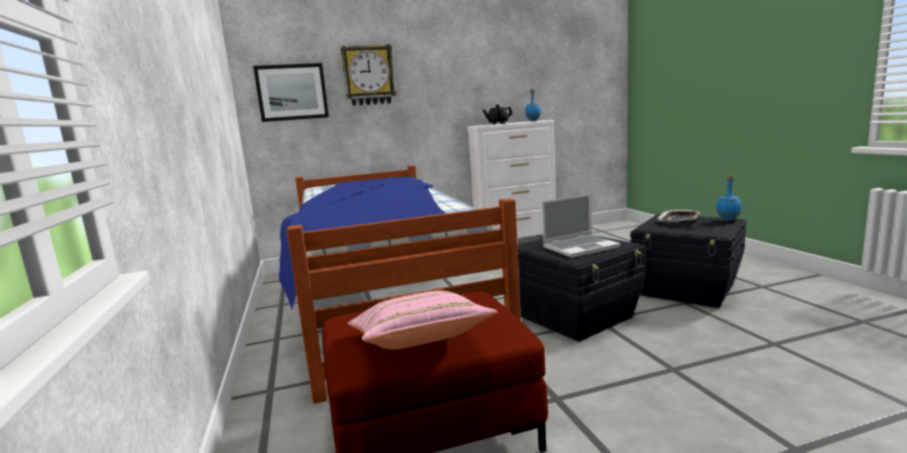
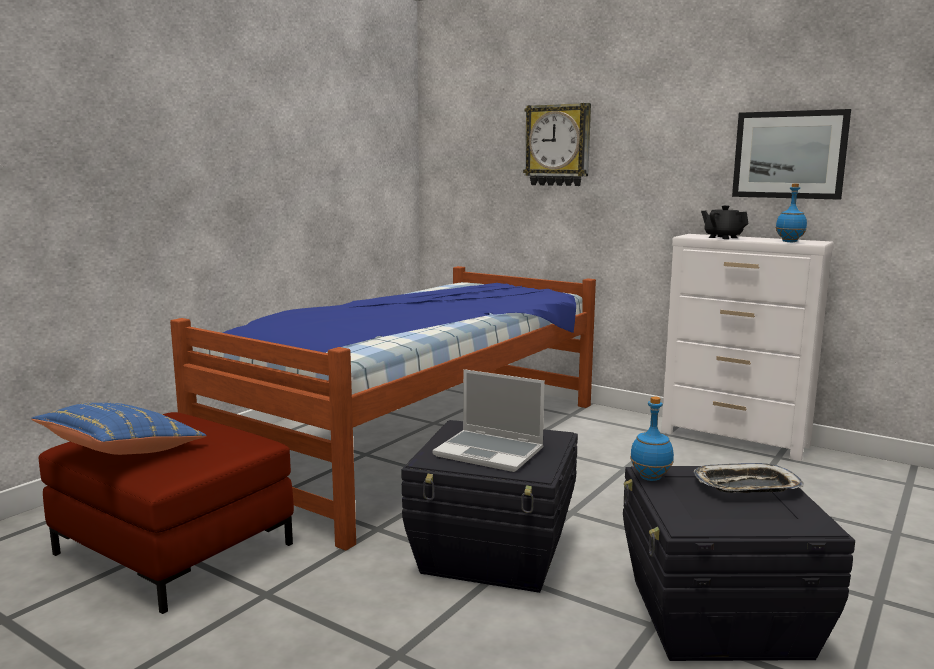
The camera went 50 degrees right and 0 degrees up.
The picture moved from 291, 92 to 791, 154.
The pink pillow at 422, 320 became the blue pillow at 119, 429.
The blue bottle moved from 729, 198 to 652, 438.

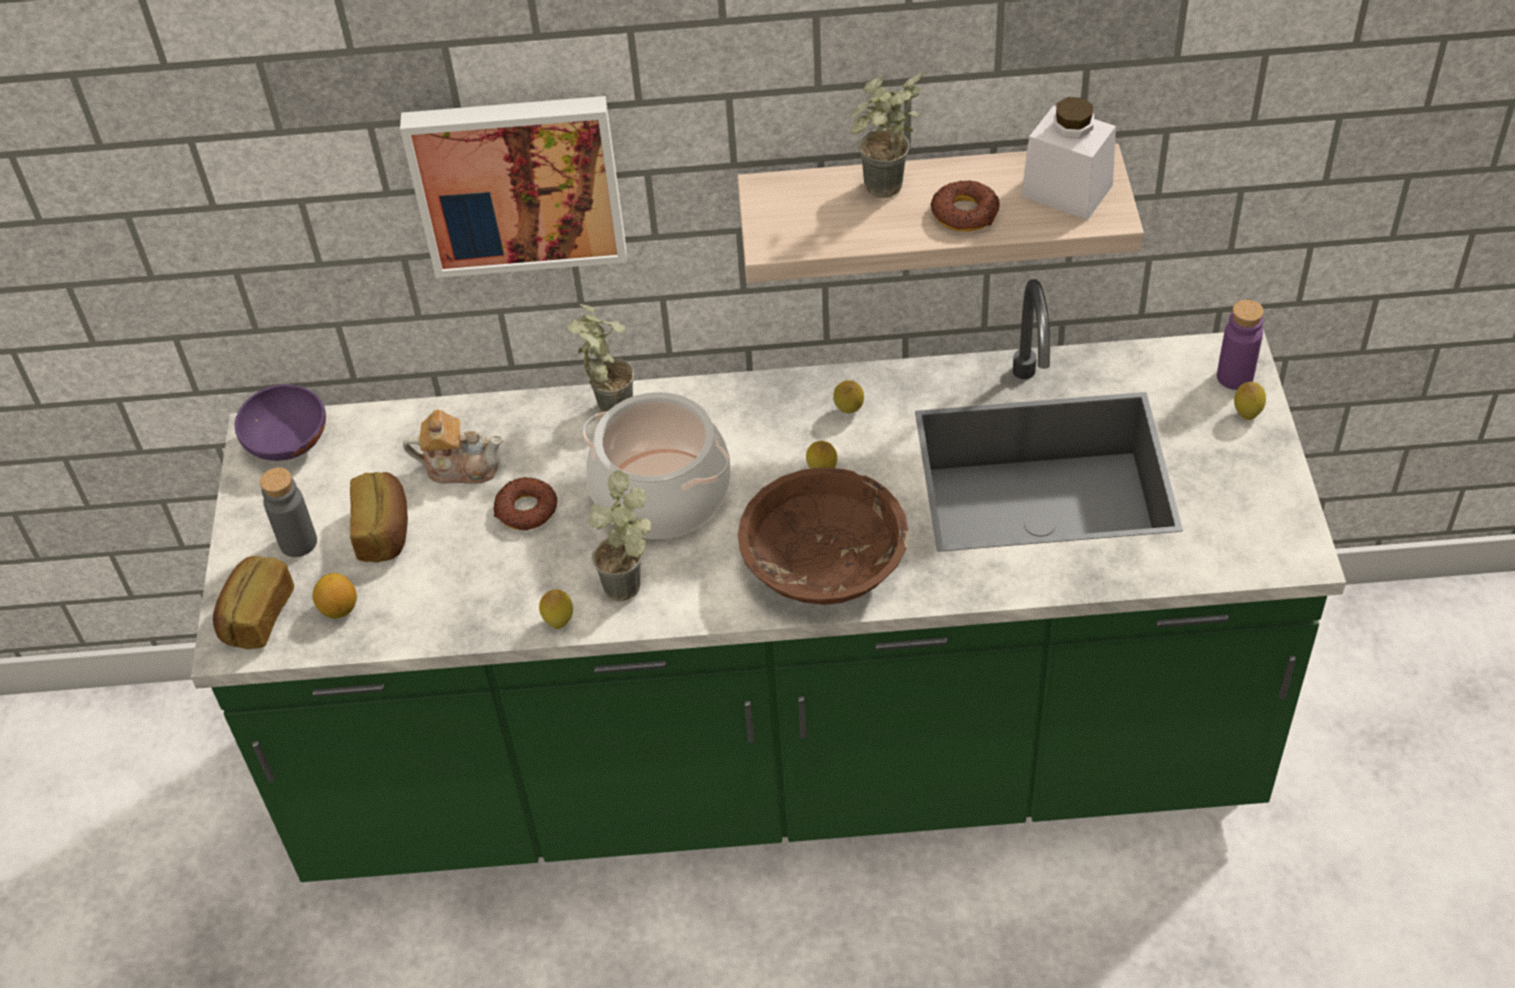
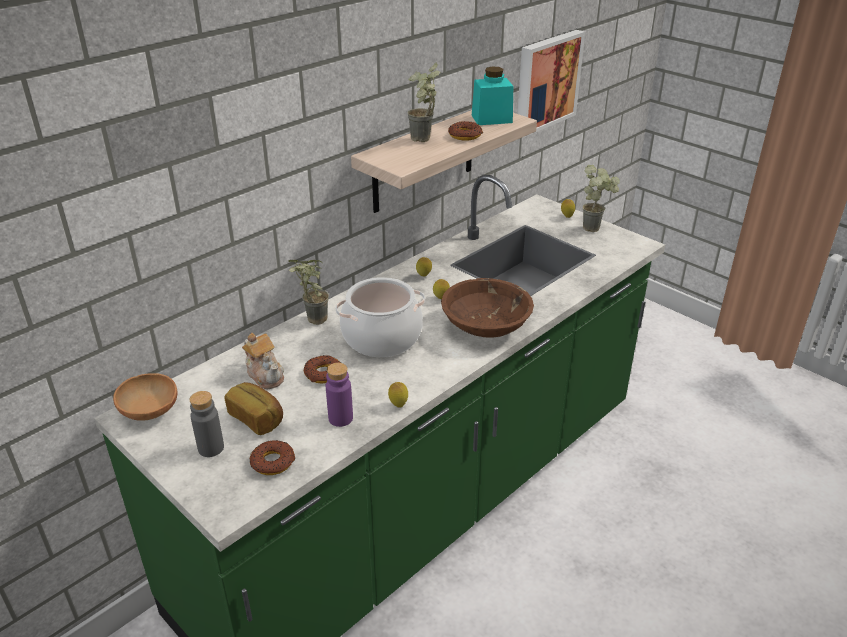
The camera went 45 degrees left and 15 degrees down.
The bread at 253, 602 disappeared.
The purple bowl at 280, 422 became the brown bowl at 145, 396.
The lemon at 335, 596 was replaced by the donut at 273, 457.
The picture moved from 513, 187 to 551, 83.
The teapot at 453, 446 turned 90 degrees clockwise.
The potted plant moved from 619, 536 to 601, 198.
The white jar at 1068, 158 became the turquoise jar at 492, 95.
The purple bottle moved from 1240, 345 to 339, 395.

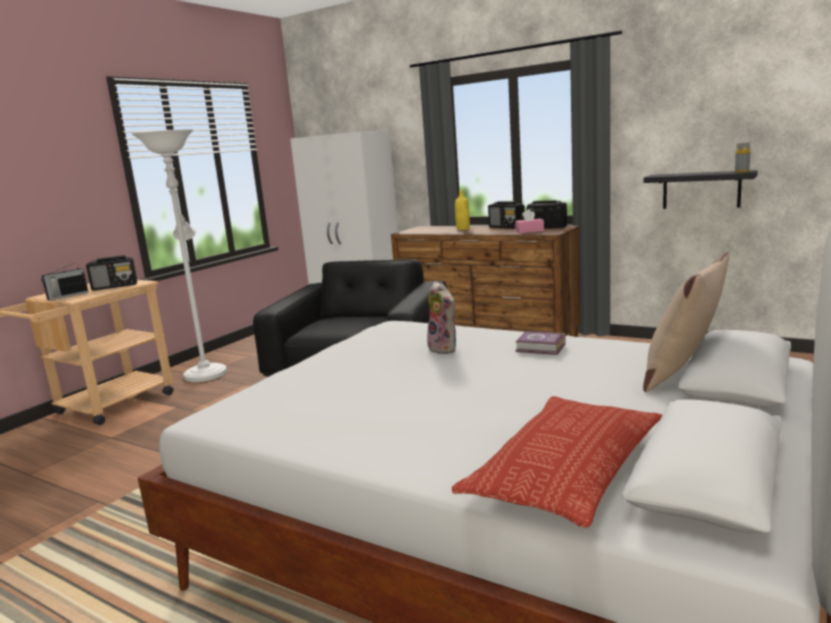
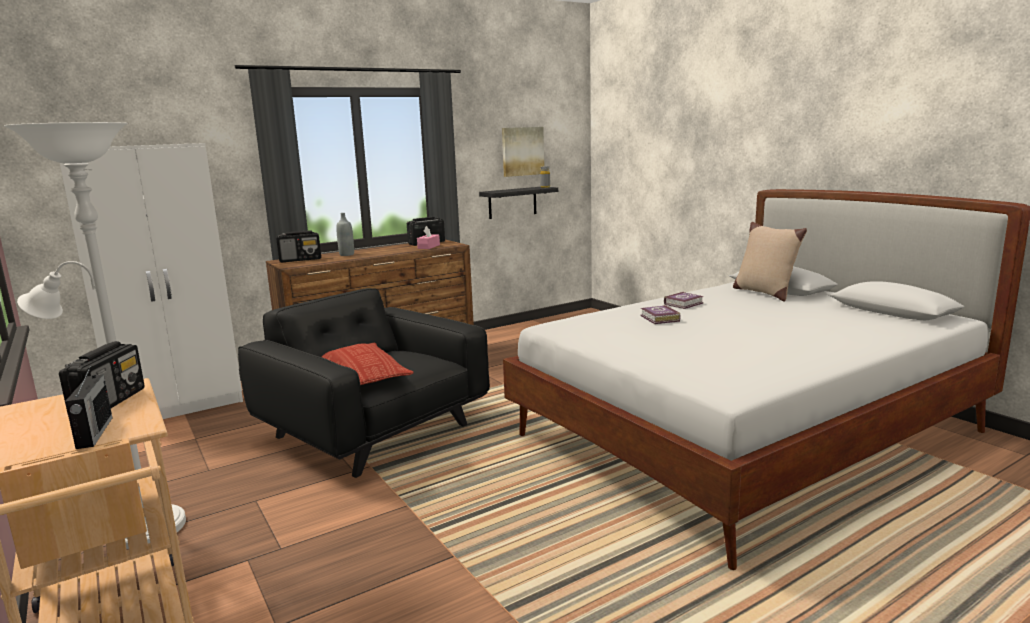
The camera went 65 degrees left and 0 degrees up.
The plush toy at 441, 317 was replaced by the book at 660, 314.
The pillow moved from 557, 462 to 368, 364.
The yellow bottle at 462, 210 became the grey bottle at 345, 234.
The radio moved from 506, 215 to 298, 246.
The picture at 523, 152 appeared.

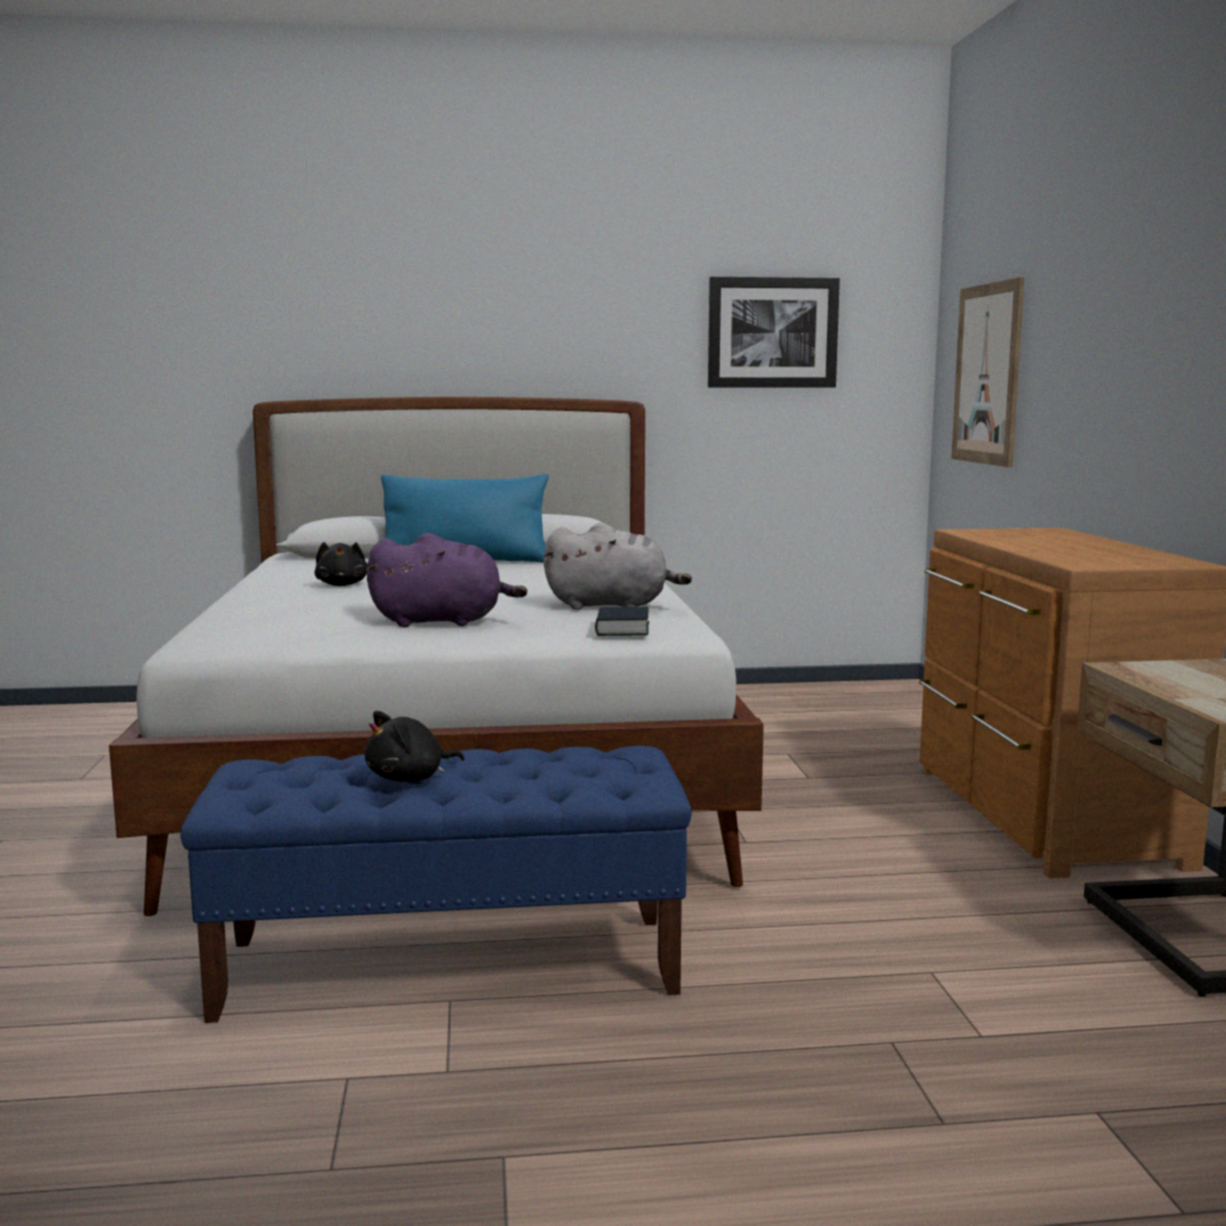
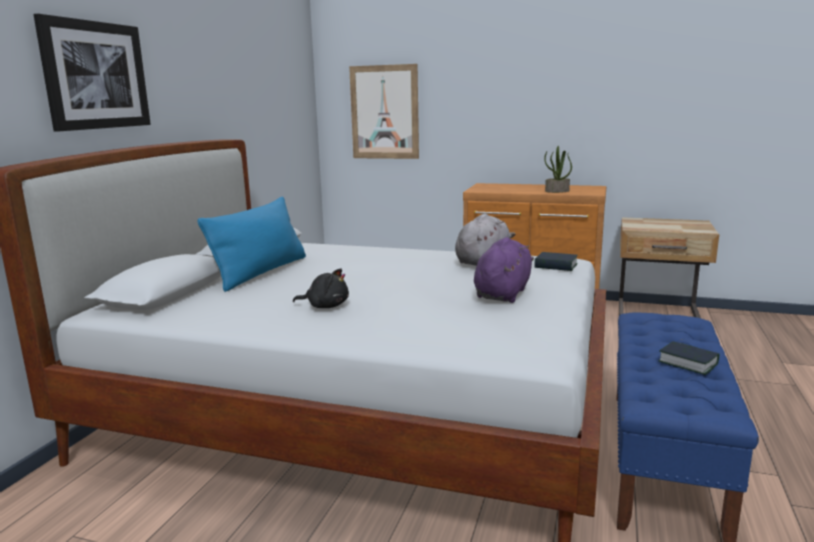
The camera went 65 degrees left and 5 degrees up.
The black plush toy at 414, 746 was replaced by the book at 688, 358.
The picture moved from 774, 332 to 92, 73.
The potted plant at 558, 169 appeared.

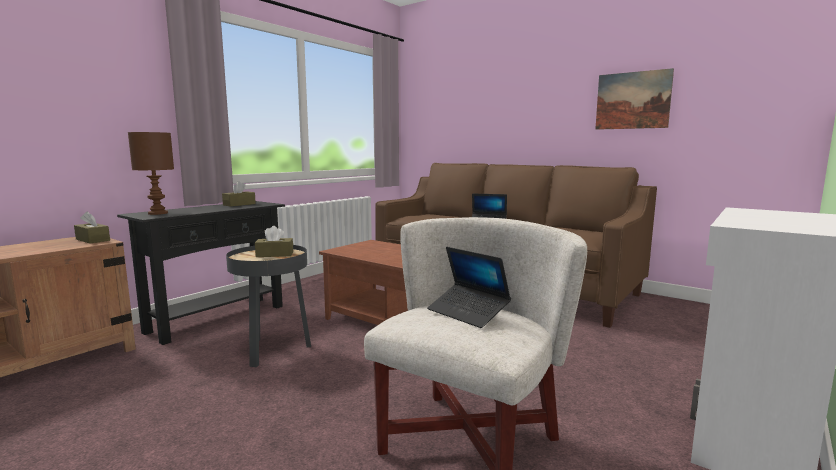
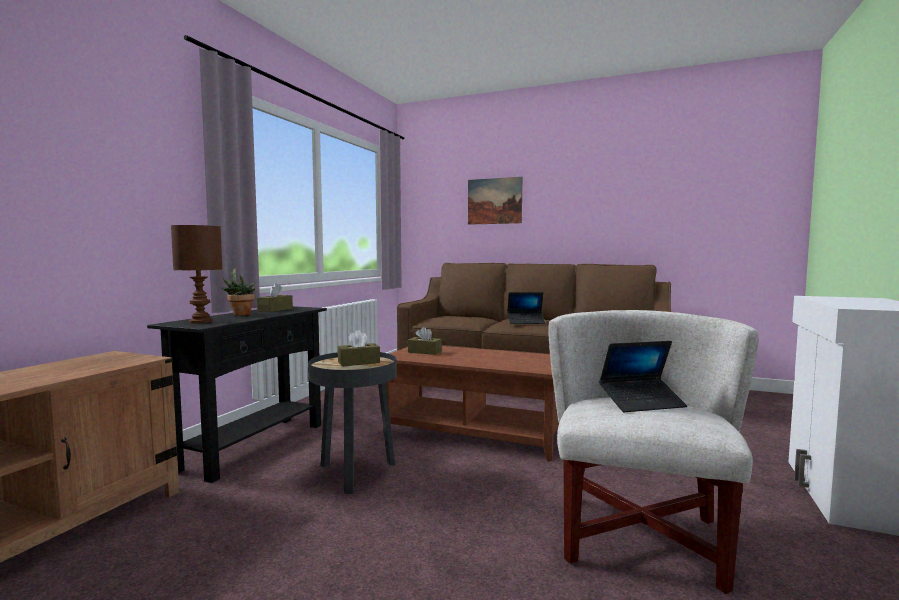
The camera went 15 degrees left and 5 degrees down.
The brown tissue box moved from 92, 227 to 425, 341.
The laptop at 469, 287 turned 45 degrees counterclockwise.
The picture moved from 634, 99 to 495, 201.
The potted plant at 238, 292 appeared.

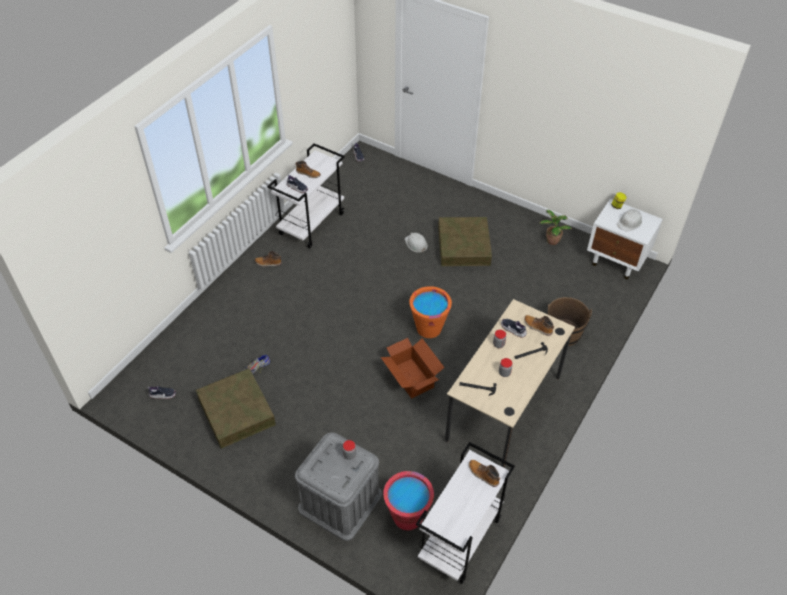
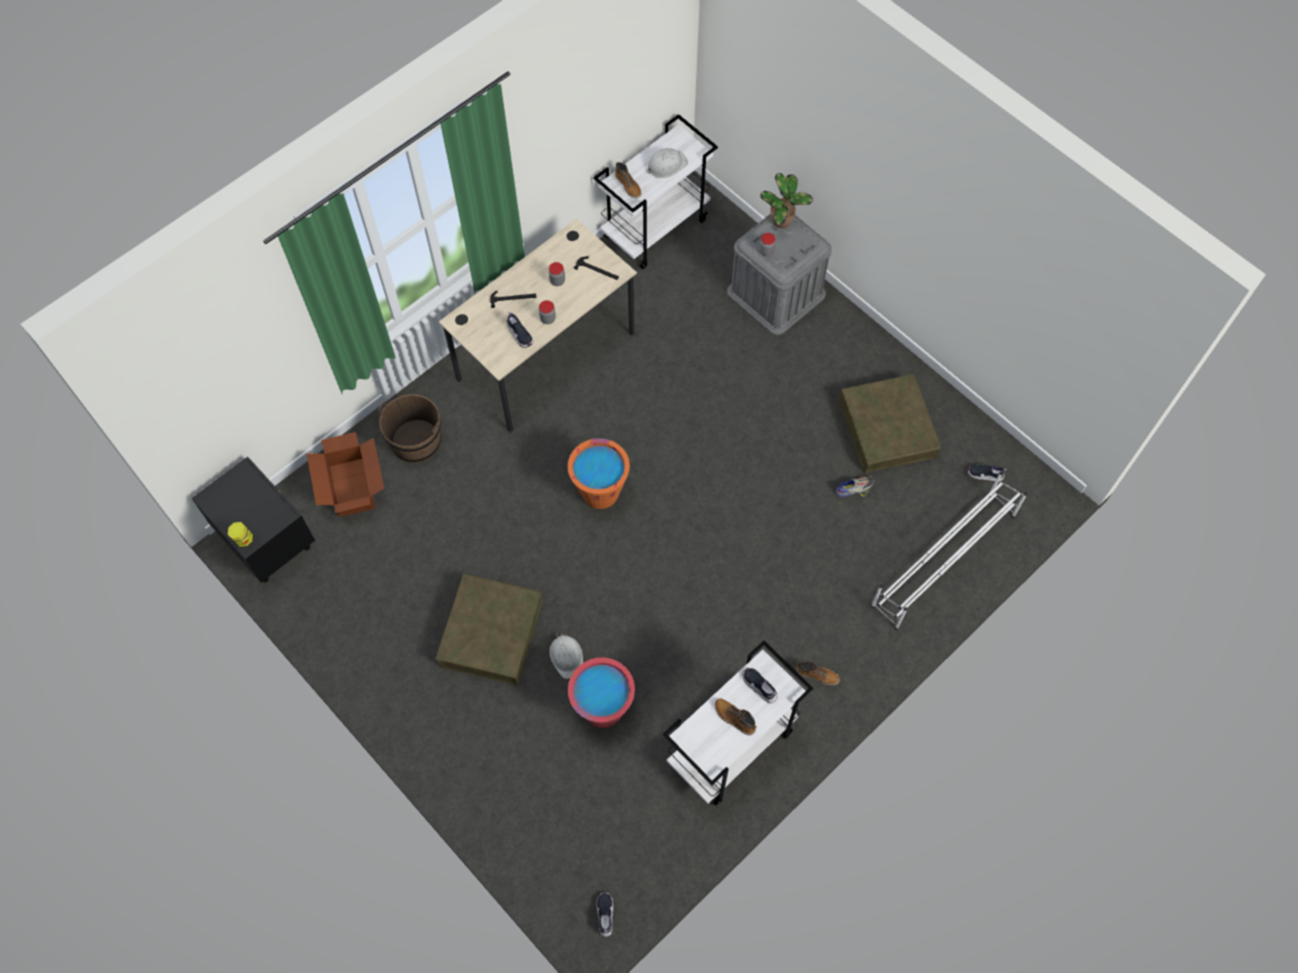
The camera went 165 degrees left and 15 degrees up.
The cardboard box moved from 413, 368 to 345, 474.
The red bucket moved from 408, 500 to 601, 692.
The boot at 539, 325 disappeared.
The potted plant moved from 555, 227 to 786, 200.
The white nightstand at 625, 239 became the black nightstand at 253, 520.
The white hard hat moved from 629, 220 to 667, 163.
The white shoe rack at 949, 550 appeared.

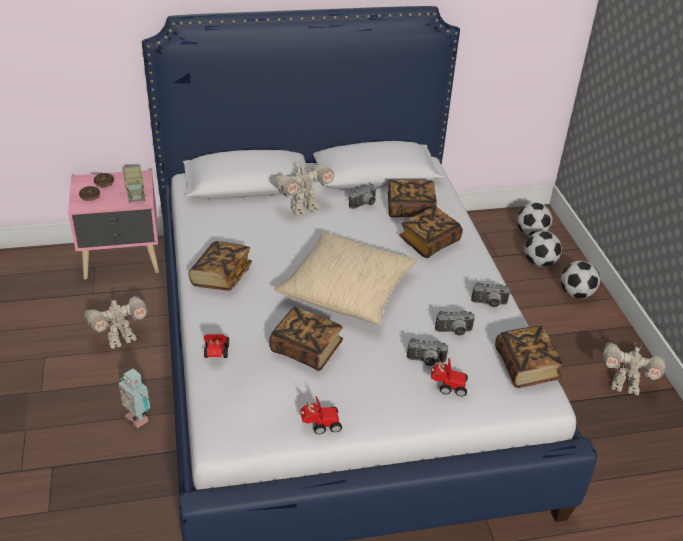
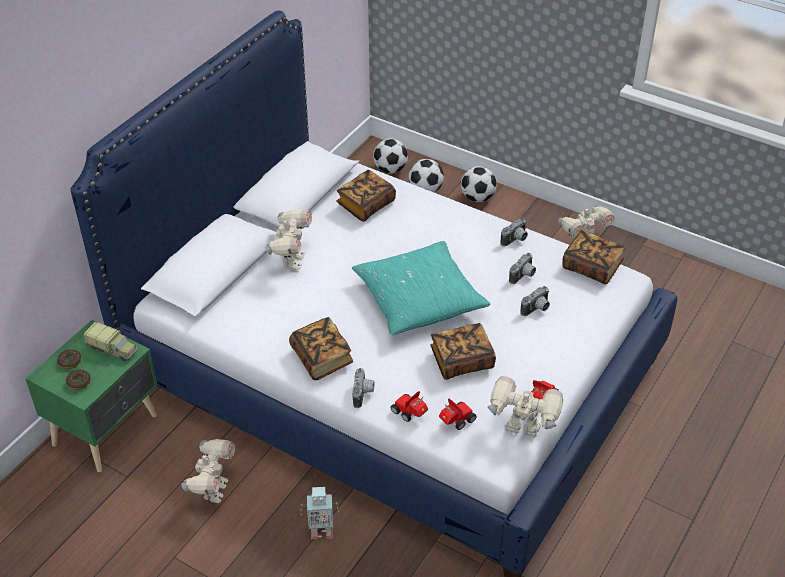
The camera went 45 degrees left and 5 degrees up.
The pink nightstand at 113, 225 became the green nightstand at 91, 396.
The beige pillow at 346, 278 became the turquoise pillow at 421, 288.
The photo camera moved from 363, 196 to 363, 388.
The book at 431, 232 disappeared.
The toy car moved from 449, 377 to 458, 414.
The toy robot at 525, 406 appeared.

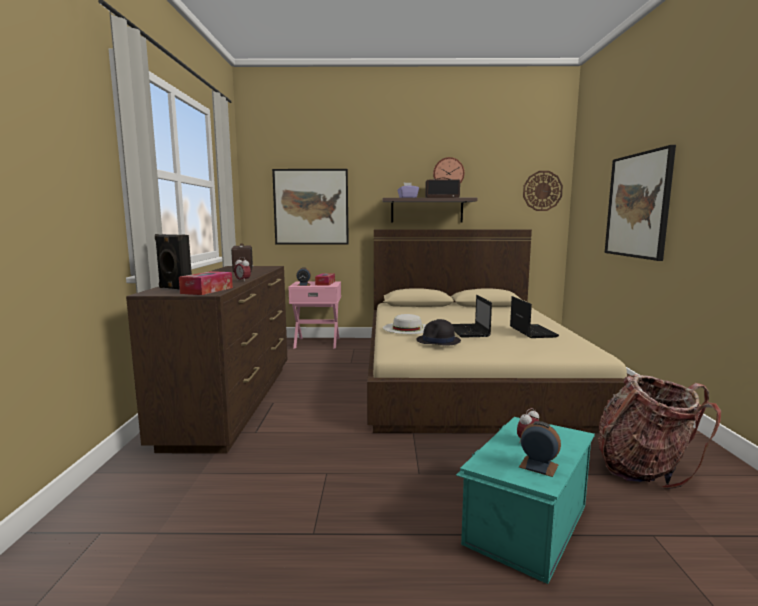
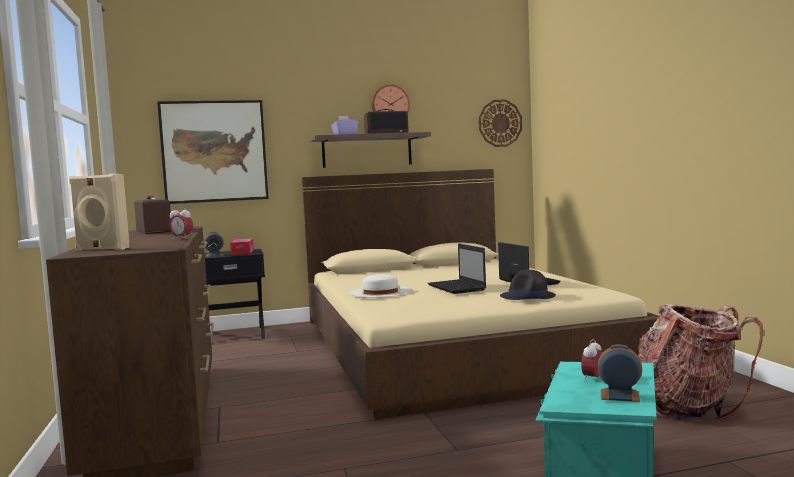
The camera went 15 degrees left and 5 degrees down.
The black speaker at 173, 261 became the beige speaker at 99, 212.
The tissue box at 206, 283 disappeared.
The pink nightstand at 314, 314 became the black nightstand at 235, 294.
The black hat moved from 438, 332 to 528, 285.
The picture at 640, 203 disappeared.

